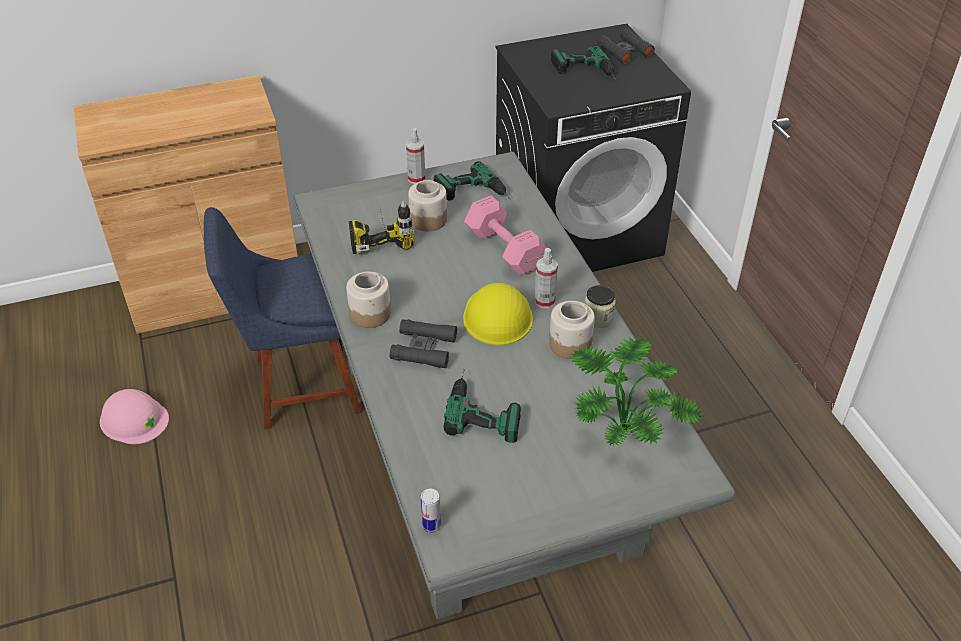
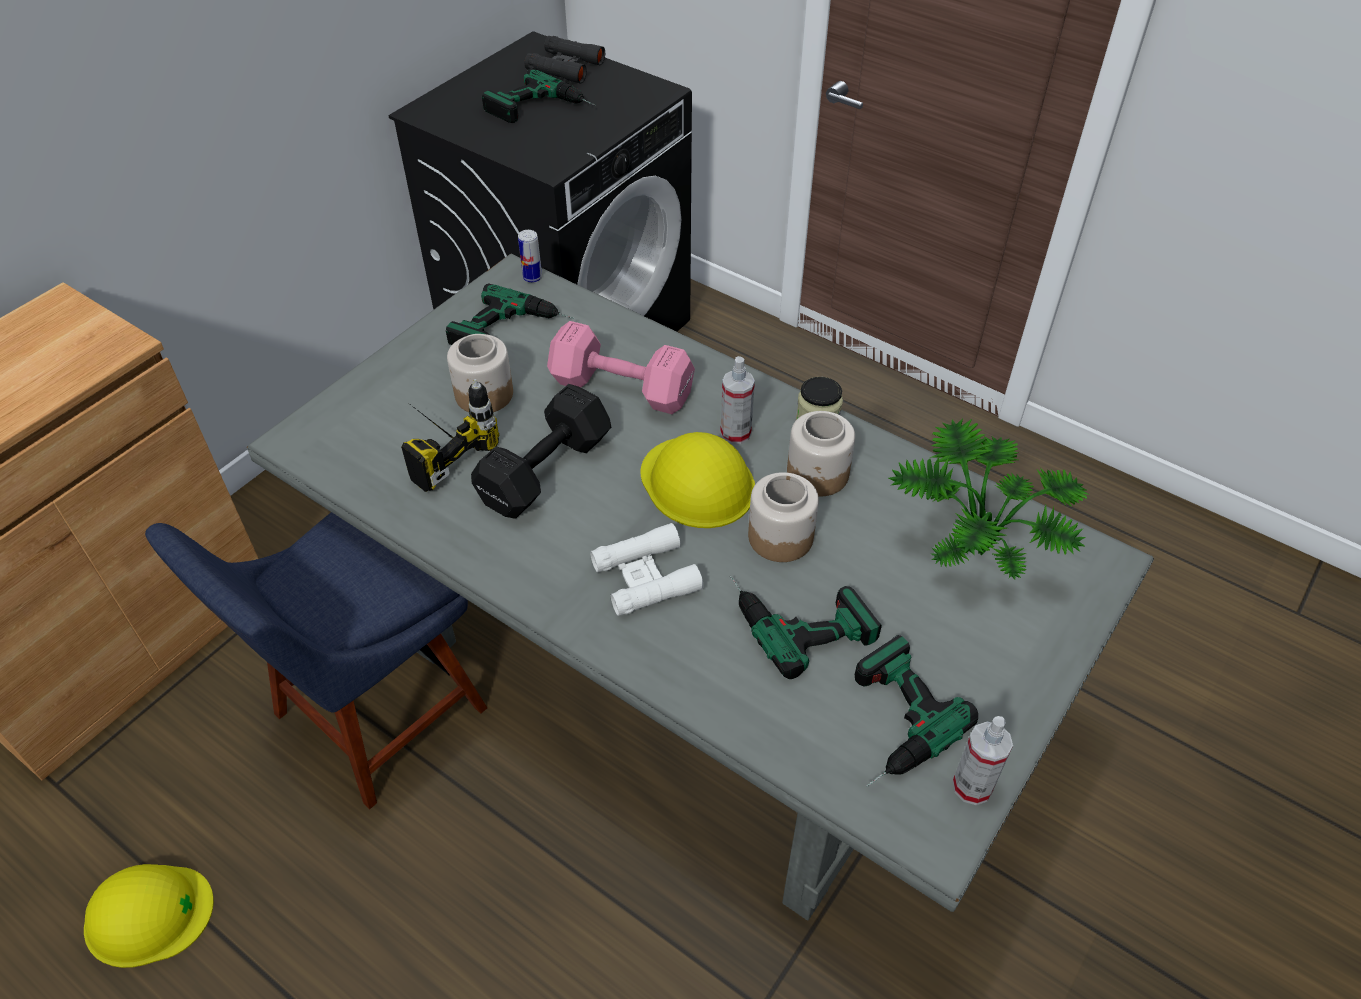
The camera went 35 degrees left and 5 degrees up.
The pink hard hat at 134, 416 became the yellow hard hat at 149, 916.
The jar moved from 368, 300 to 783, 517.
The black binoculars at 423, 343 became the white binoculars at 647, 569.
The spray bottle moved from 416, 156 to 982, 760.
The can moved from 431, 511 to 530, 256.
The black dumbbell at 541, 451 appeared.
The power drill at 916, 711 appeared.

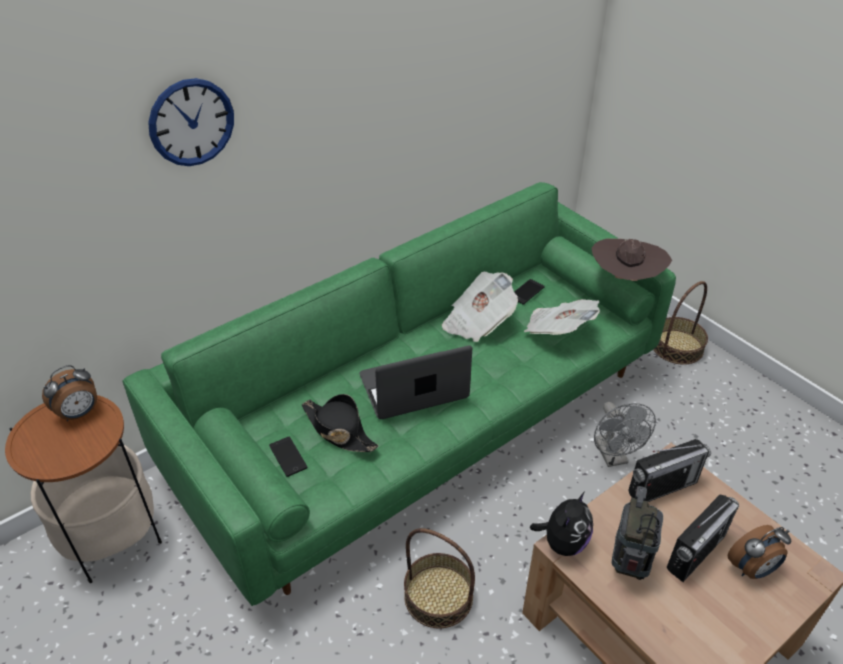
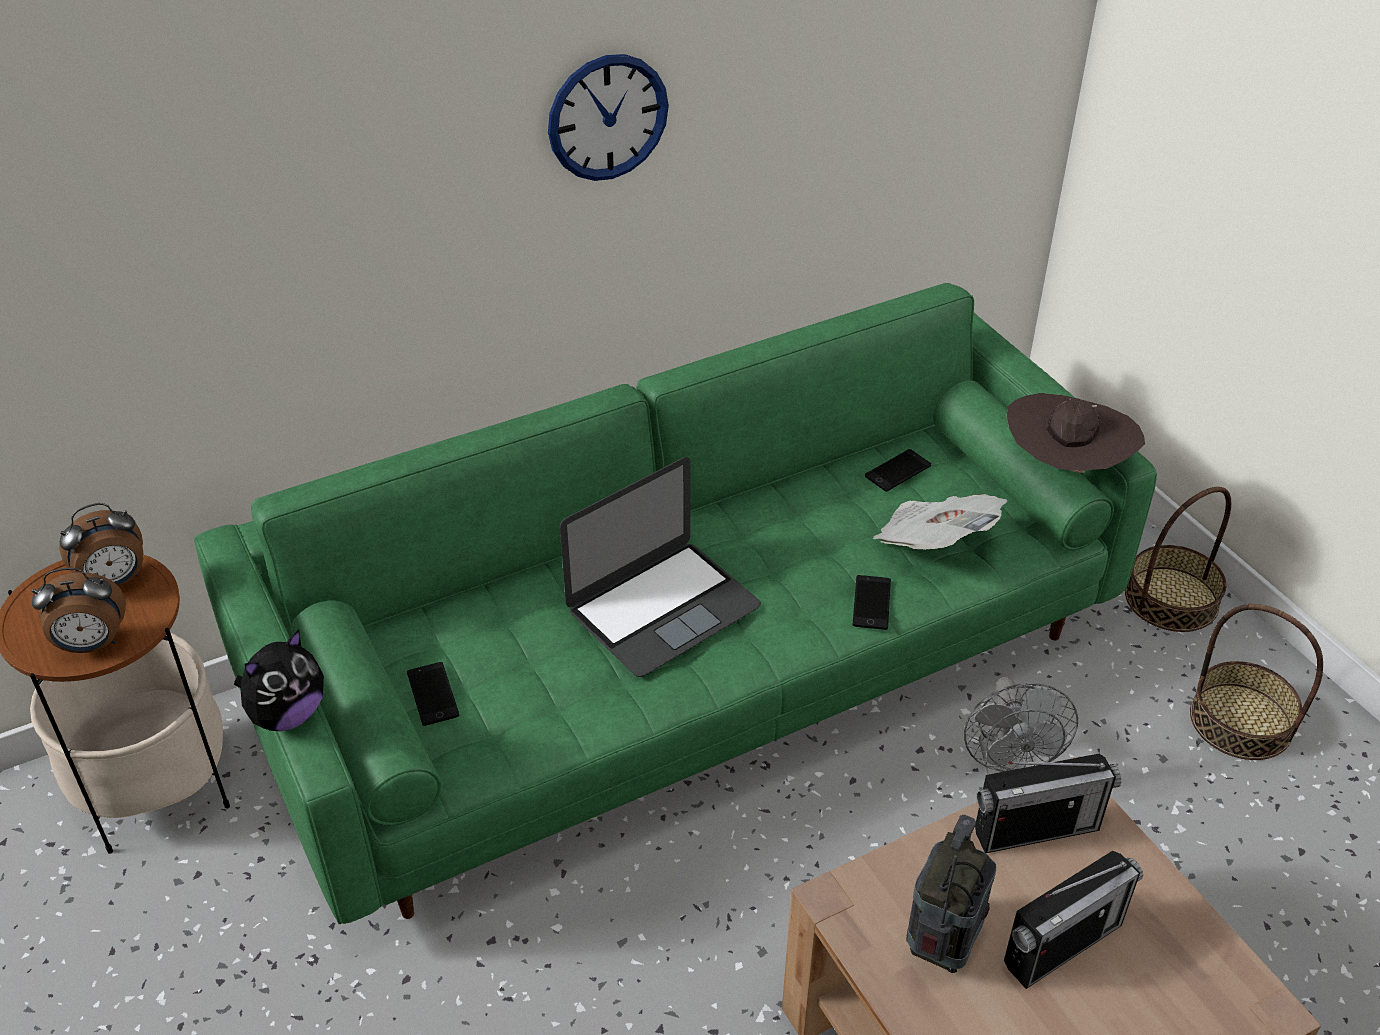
The camera went 10 degrees right and 0 degrees up.
The wall clock moved from 191, 122 to 608, 117.
The black hat at 340, 423 disappeared.
The laptop at 416, 382 turned 150 degrees clockwise.
The basket moved from 439, 578 to 1256, 682.
The newspaper at 480, 306 disappeared.
The plush toy moved from 561, 524 to 279, 680.
The alarm clock moved from 759, 552 to 78, 610.
The phone at 872, 602 appeared.

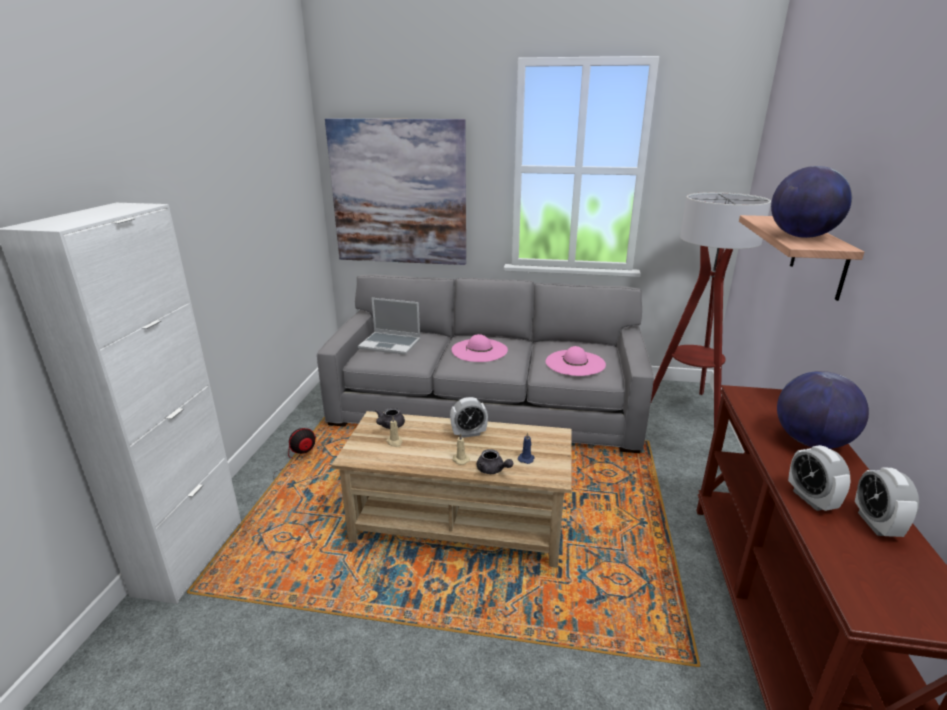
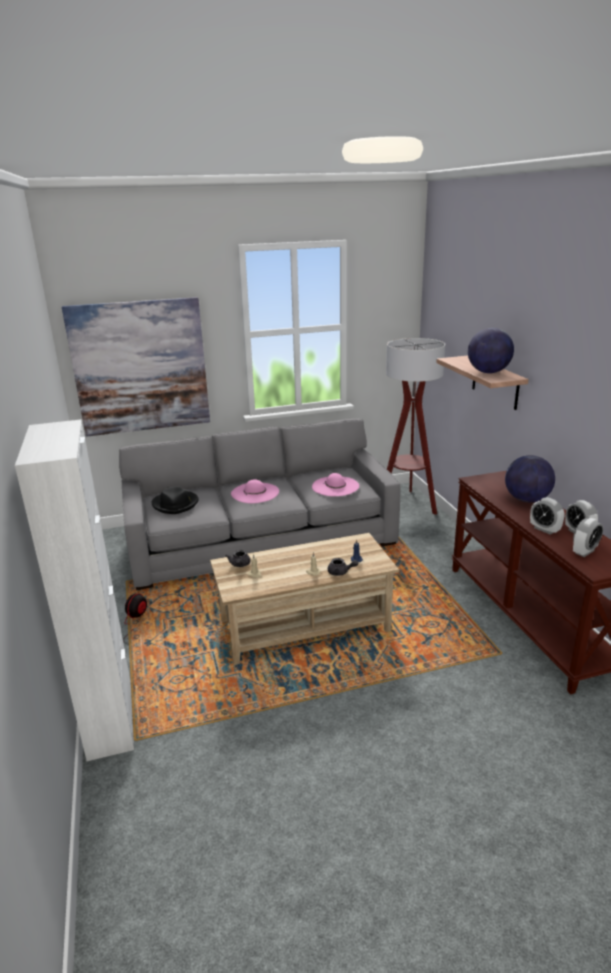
The camera went 25 degrees left and 0 degrees up.
The laptop at 389, 326 was replaced by the black hat at 174, 500.
The alarm clock moved from 469, 417 to 588, 537.

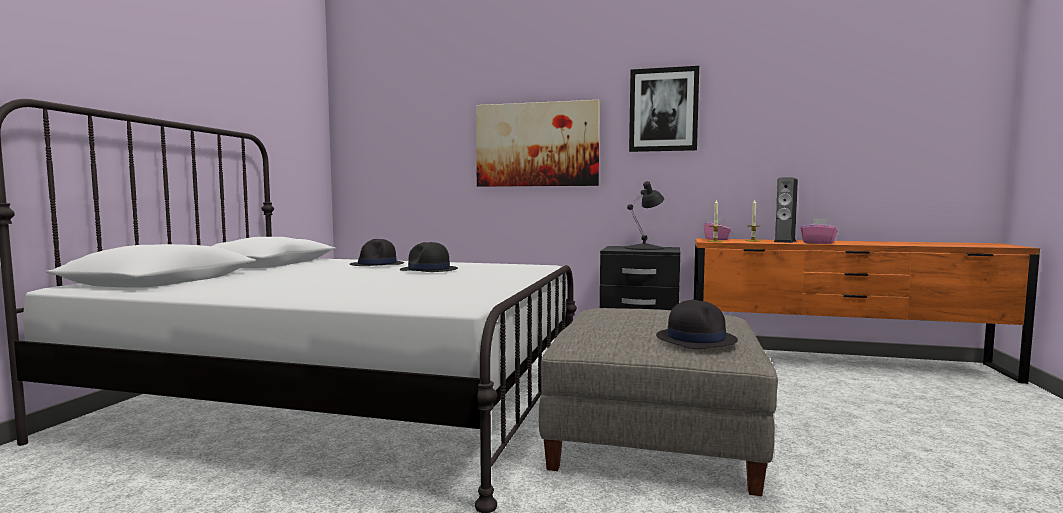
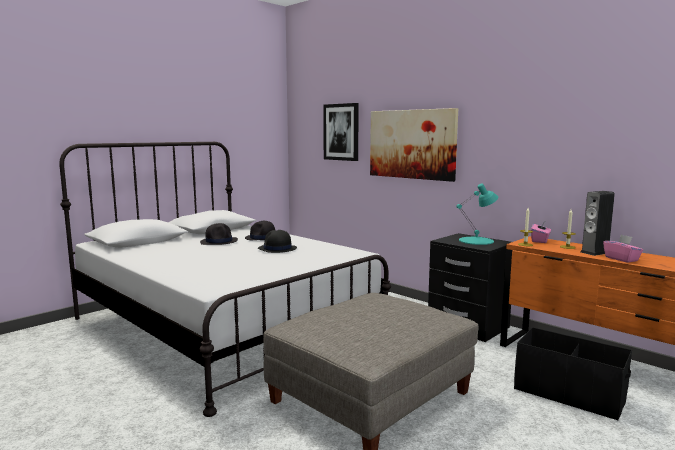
The camera went 30 degrees right and 5 degrees up.
The black table lamp at 644, 215 became the turquoise table lamp at 477, 214.
The picture moved from 664, 109 to 341, 132.
The black hat moved from 697, 324 to 219, 234.
The black storage box at 573, 374 appeared.

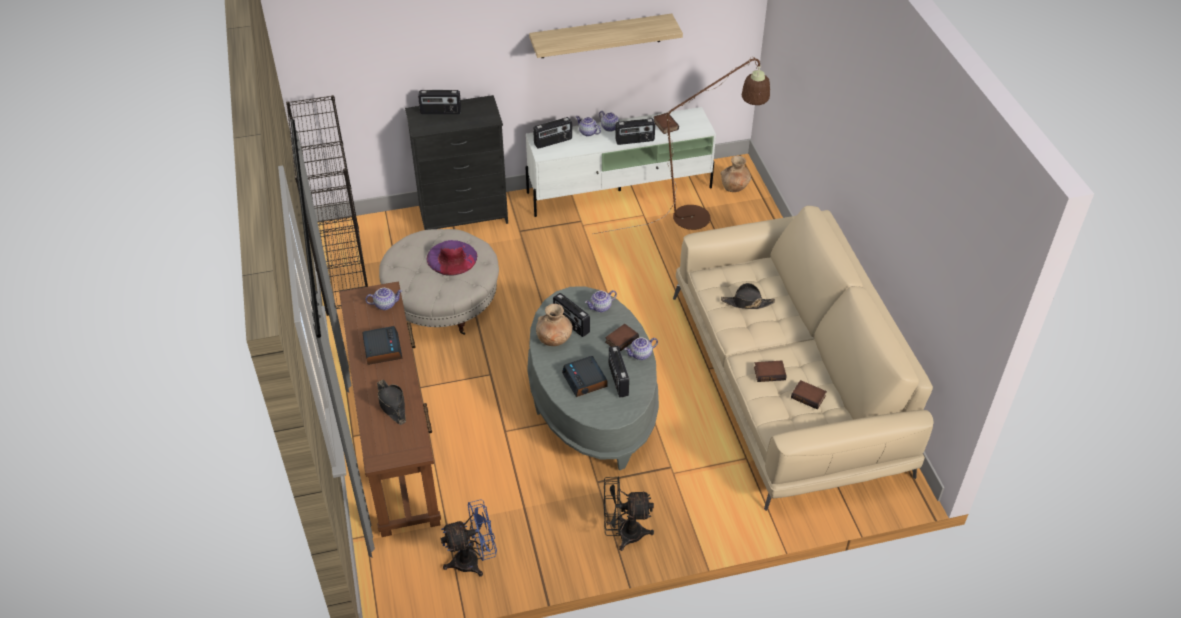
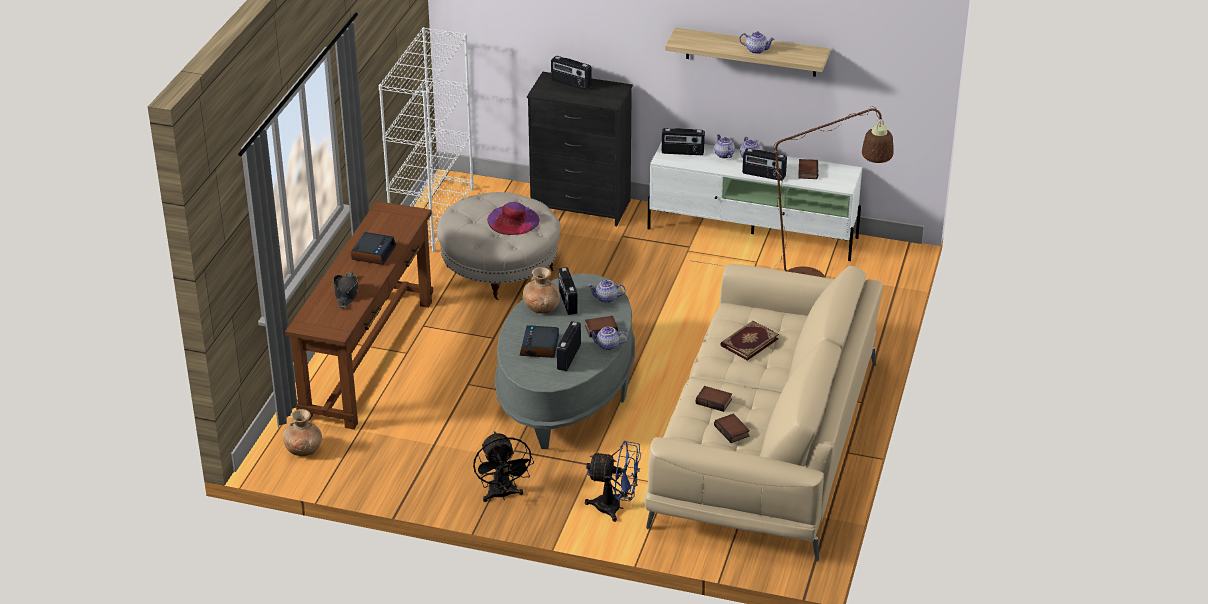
The camera went 30 degrees right and 10 degrees down.
The black bookcase at 327, 205 became the white bookcase at 426, 139.
The teapot moved from 383, 299 to 757, 42.
The blue fan moved from 469, 538 to 613, 481.
The black fan at 629, 513 turned 135 degrees counterclockwise.
The brown vase moved from 735, 174 to 302, 432.
The black hat at 748, 296 was replaced by the book at 749, 341.

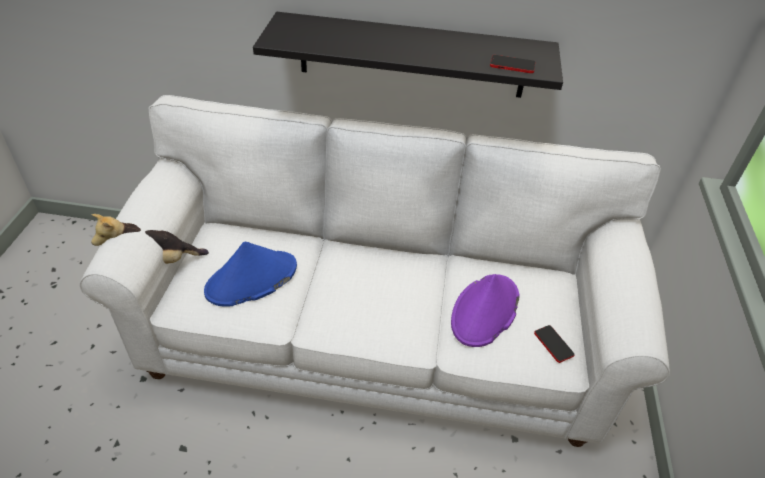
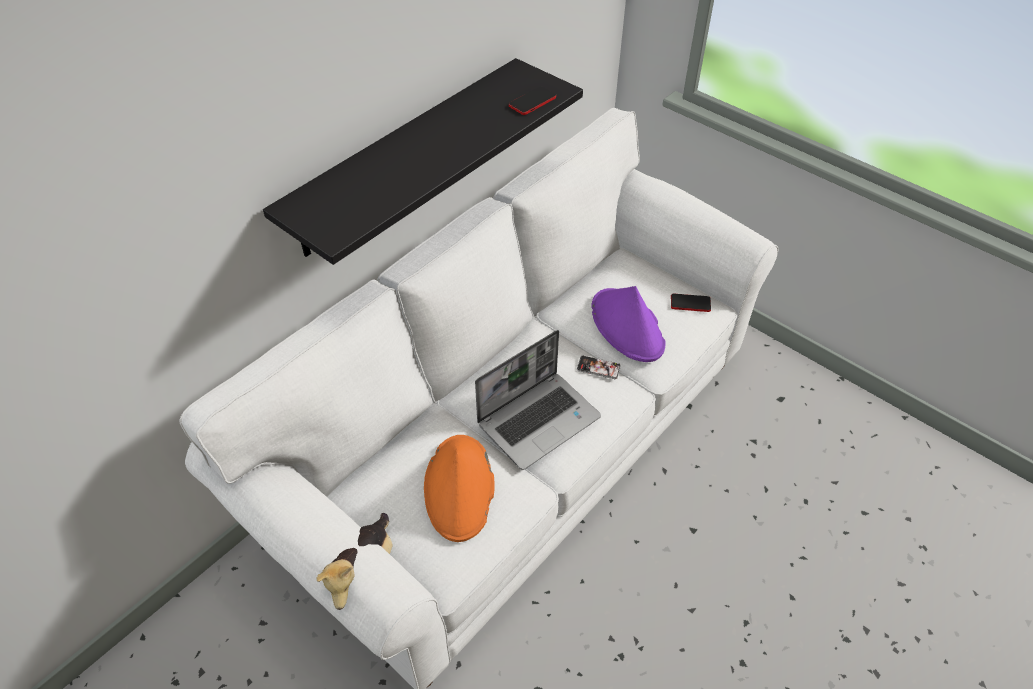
The camera went 55 degrees left and 5 degrees up.
The blue hat at 250, 274 became the orange hat at 459, 488.
The laptop at 538, 400 appeared.
The phone at 599, 367 appeared.

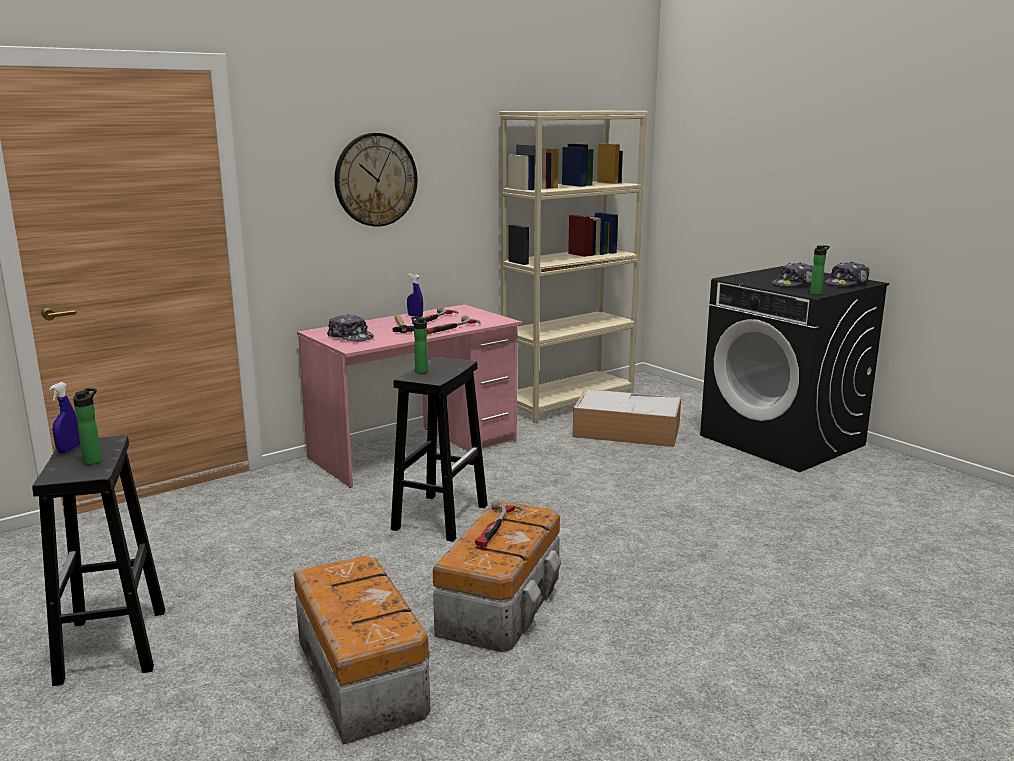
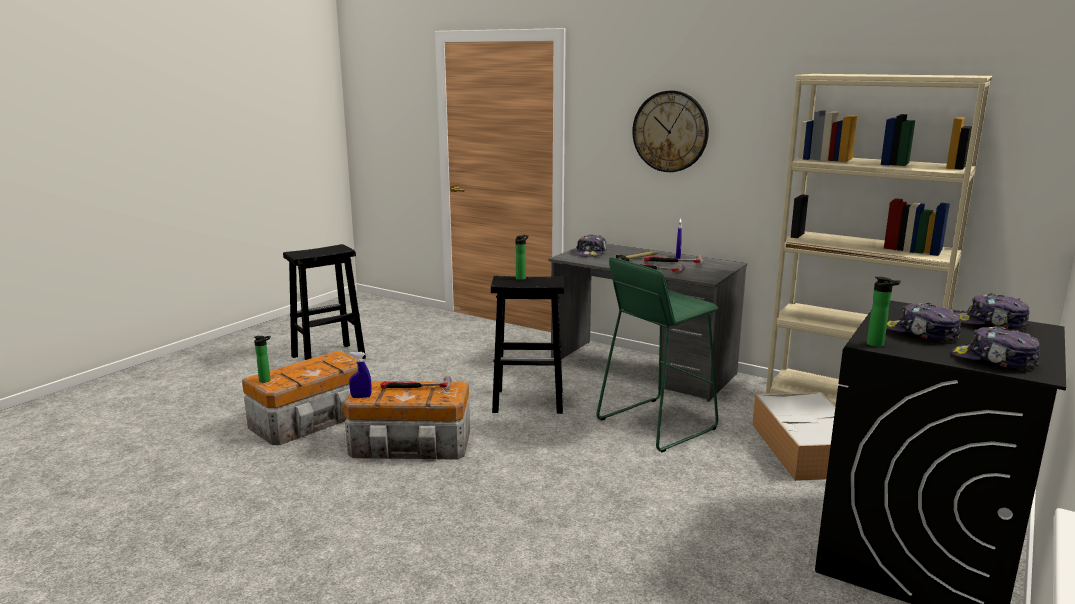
The camera went 70 degrees right and 0 degrees up.
The blue spray bottle moved from 64, 418 to 360, 375.
The bottle moved from 87, 426 to 262, 359.
The pink desk at 409, 396 became the grey desk at 647, 323.
The green stool at 657, 354 appeared.
The cap at 994, 311 appeared.

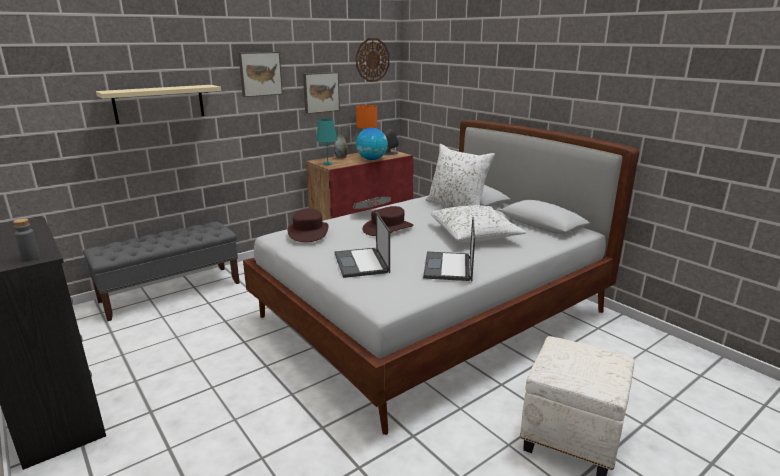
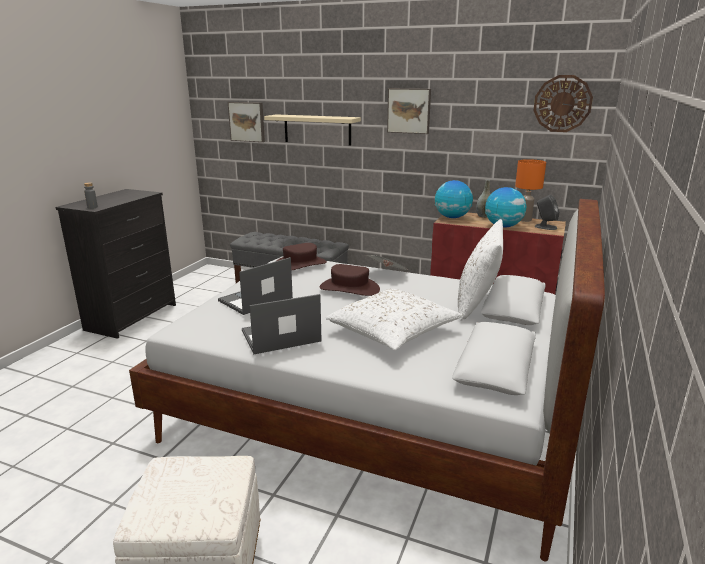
The camera went 60 degrees right and 0 degrees up.
The picture moved from 321, 93 to 246, 122.
The turquoise table lamp at 327, 142 was replaced by the globe at 454, 199.

